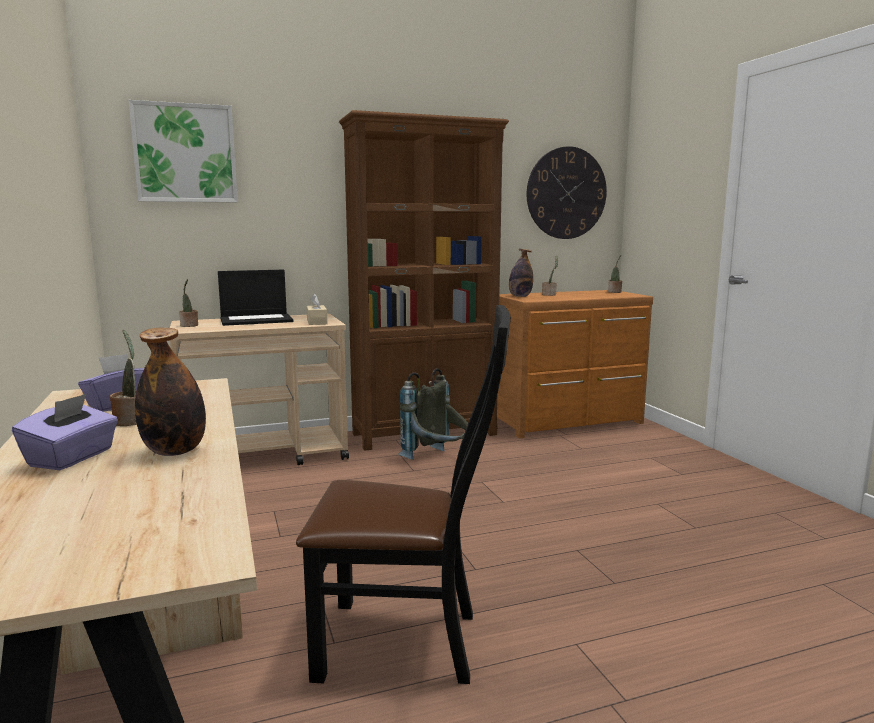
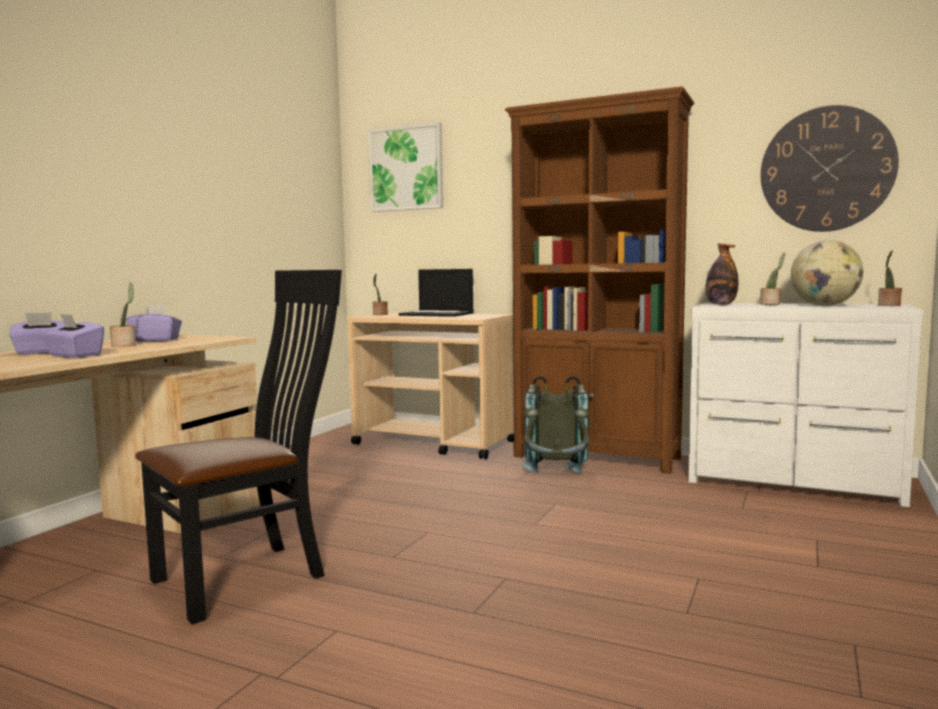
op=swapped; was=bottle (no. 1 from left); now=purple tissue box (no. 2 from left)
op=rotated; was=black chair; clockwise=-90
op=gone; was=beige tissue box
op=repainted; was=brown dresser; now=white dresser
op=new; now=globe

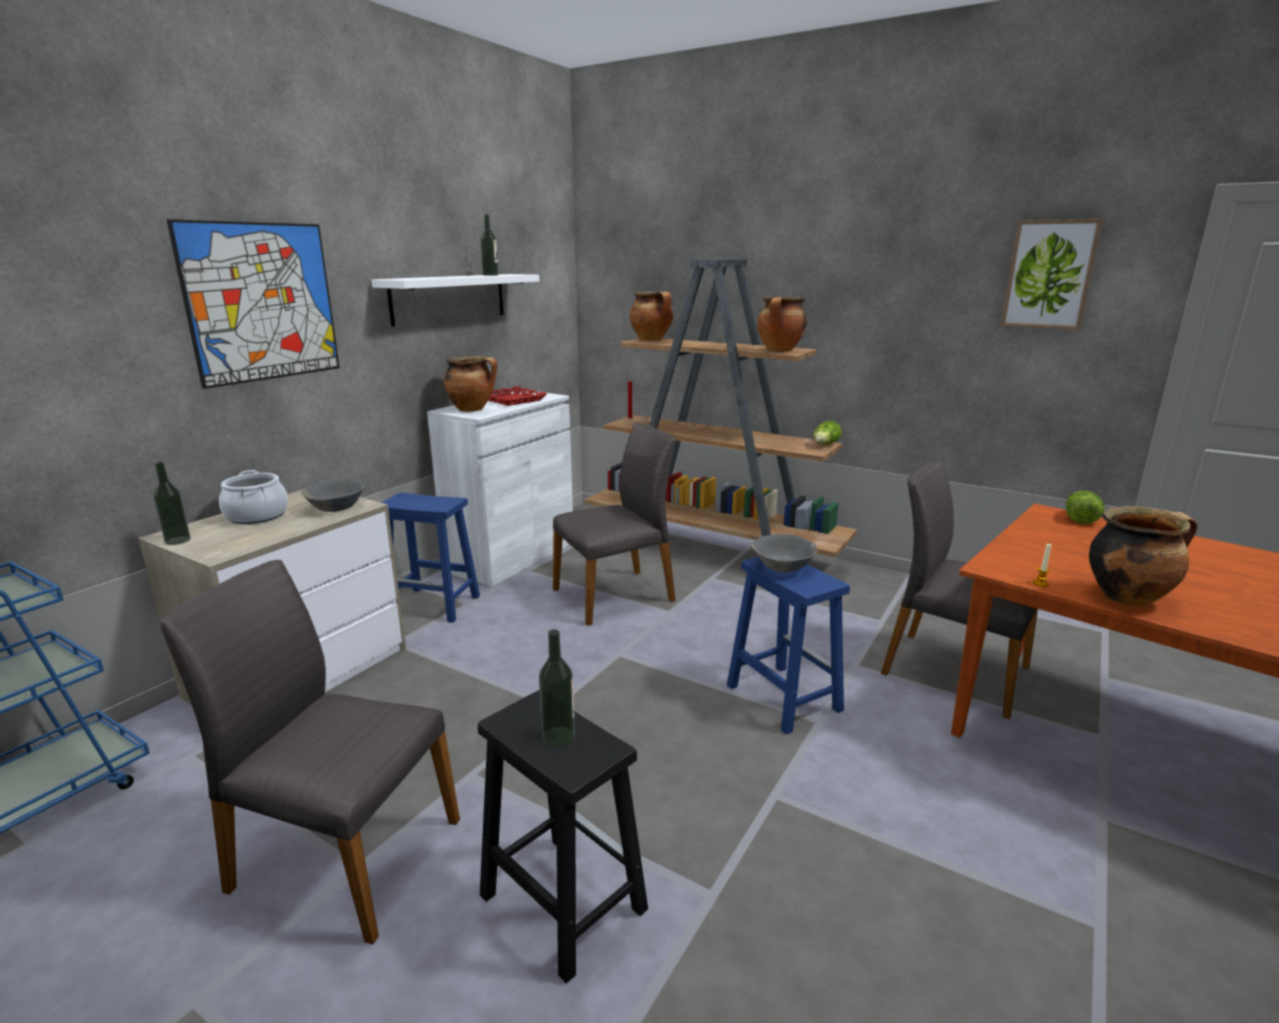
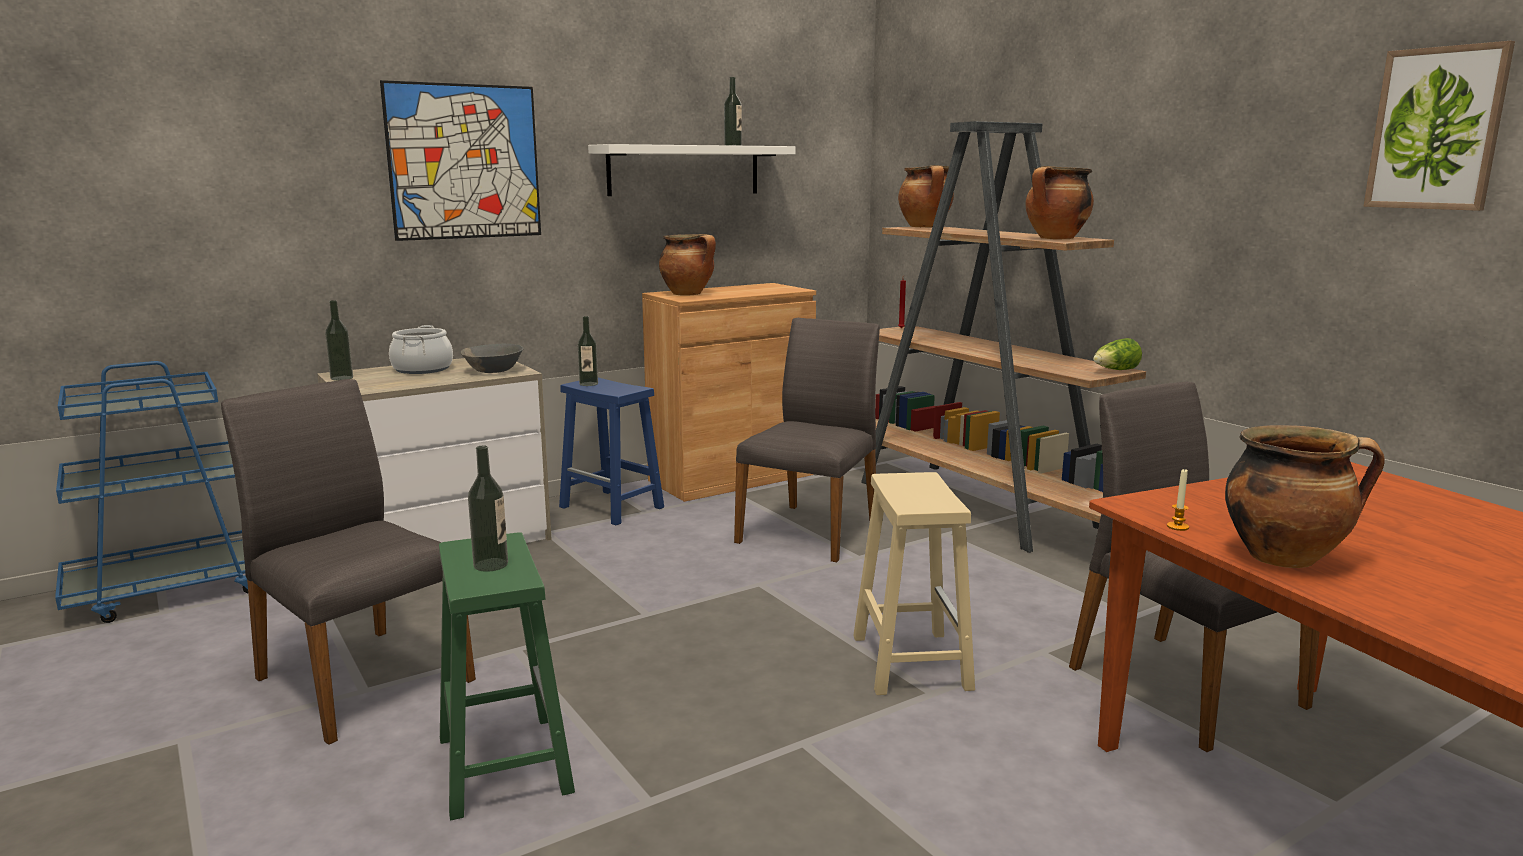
op=repainted; was=white cabinet; now=brown cabinet
op=repainted; was=black stool; now=green stool
op=gone; was=red tray
op=rotated; was=grey chair (no. 2 from left); clockwise=-60
op=repainted; was=blue stool (no. 2 from left); now=beige stool
op=gone; was=grey bowl (no. 2 from left)
op=gone; was=lettuce (no. 2 from left)
op=new; now=bottle (no. 3 from left)

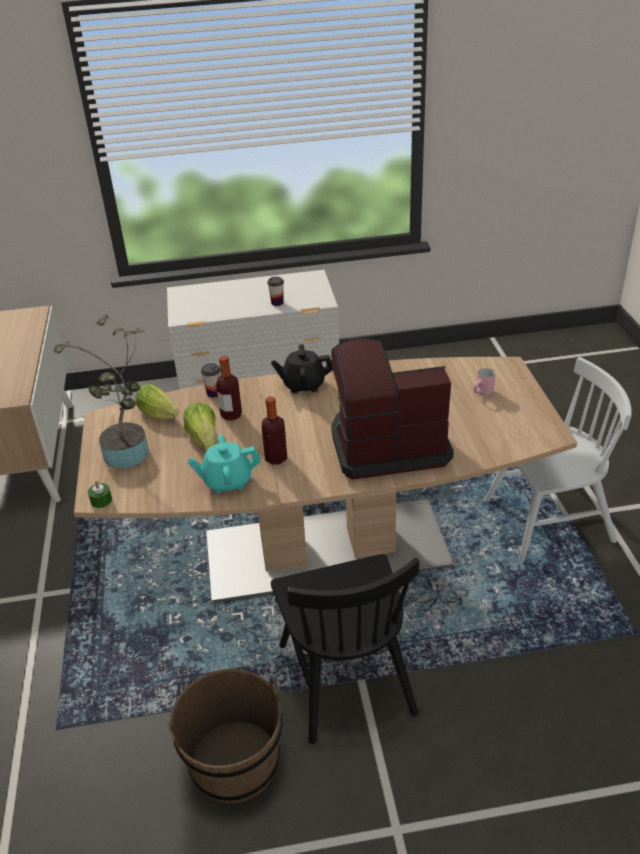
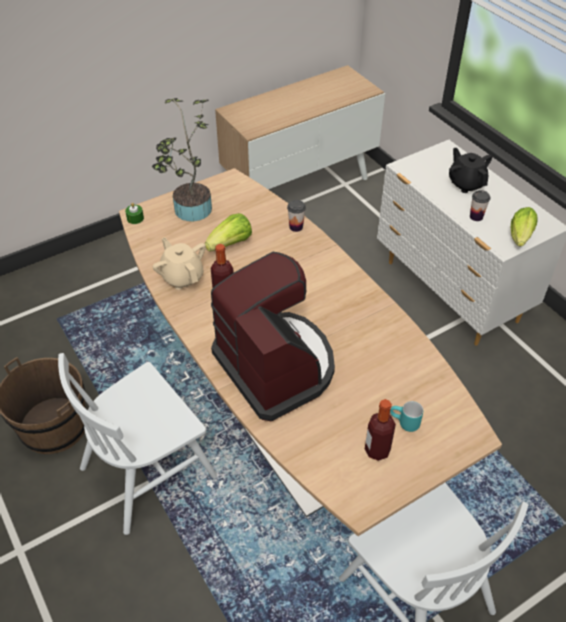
op=shifted; was=lettuce (no. 1 from left in the first image); now=lettuce (no. 2 from left)
op=repainted; was=turquoise teapot; now=beige teapot
op=shifted; was=bottle (no. 1 from left in the first image); now=bottle (no. 2 from left)
op=shifted; was=black teapot
op=repainted; was=black chair; now=white chair (no. 1 from left)
op=repainted; was=pink mug; now=turquoise mug

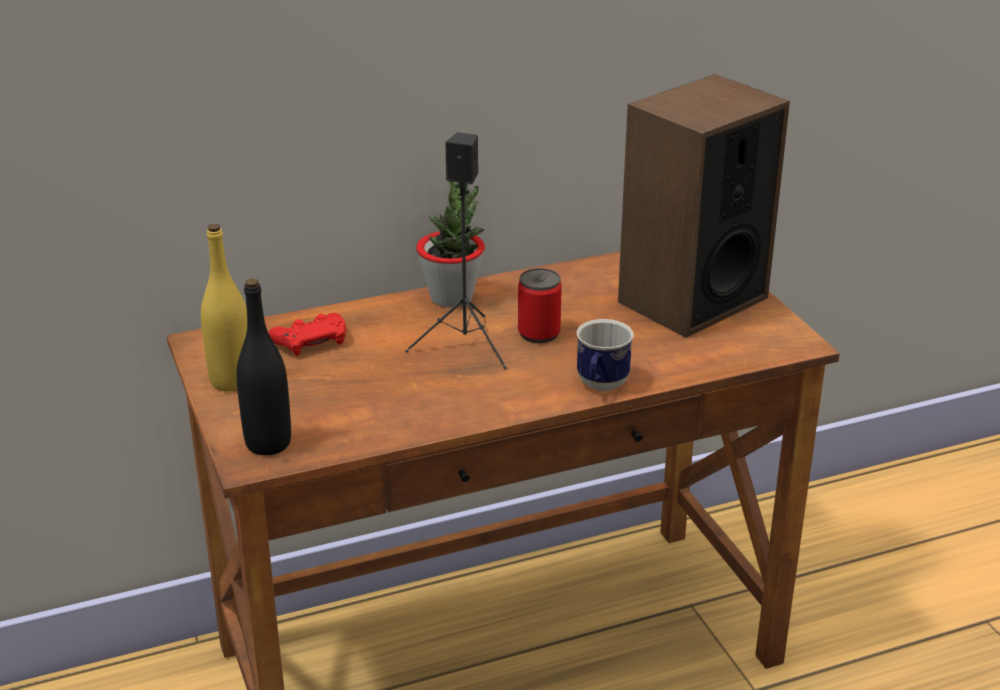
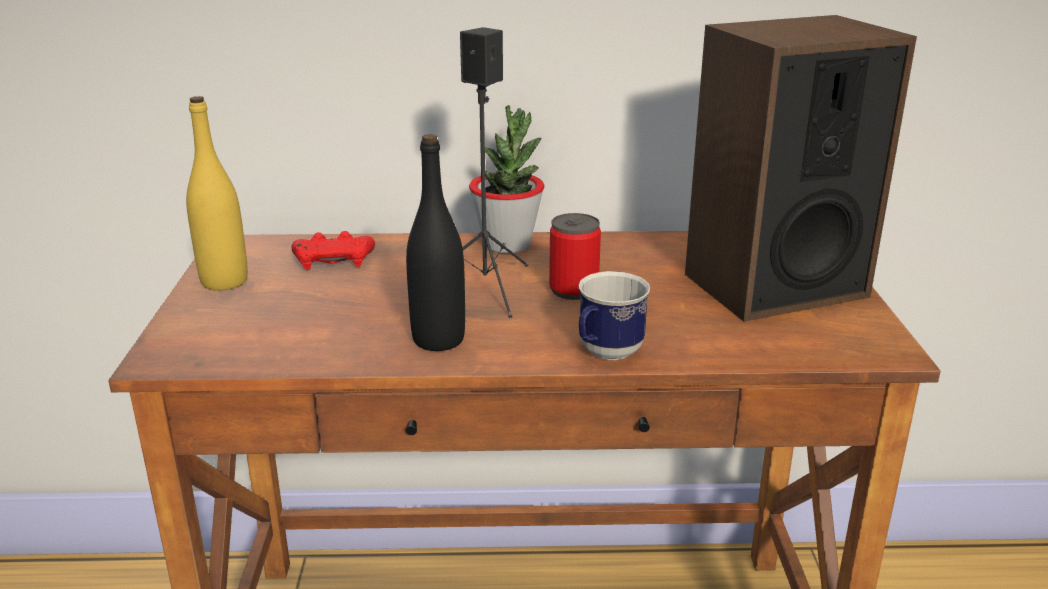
op=shifted; was=black bottle

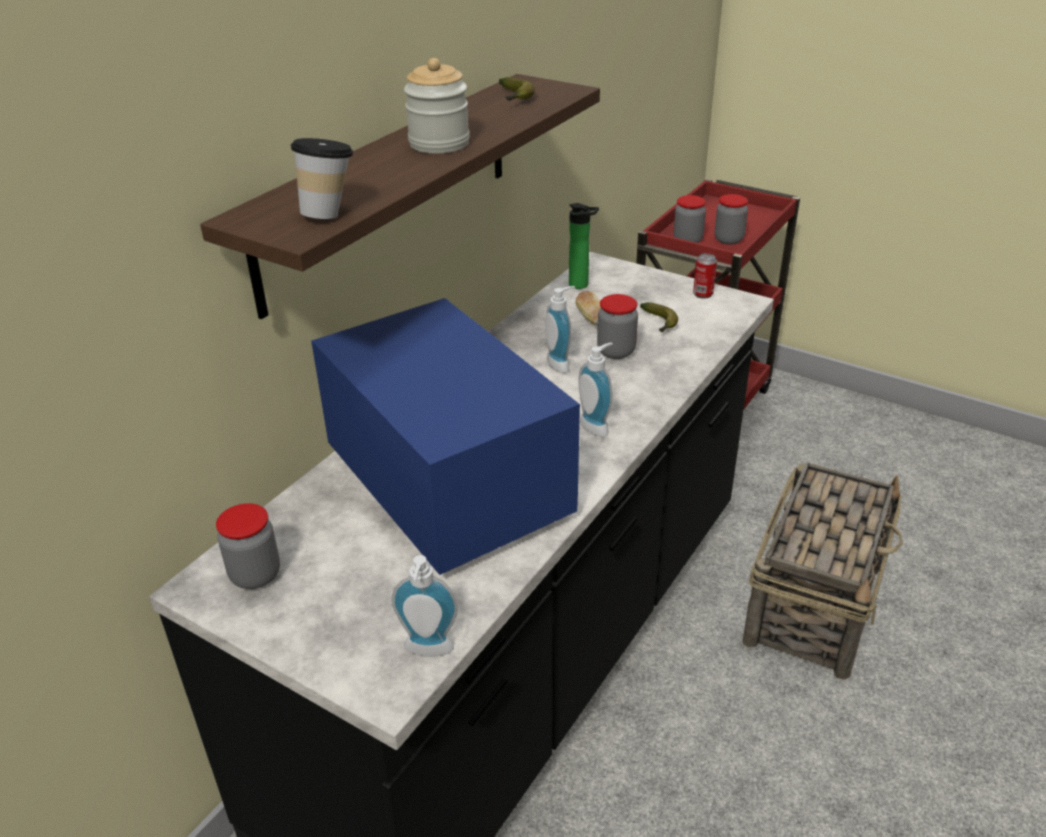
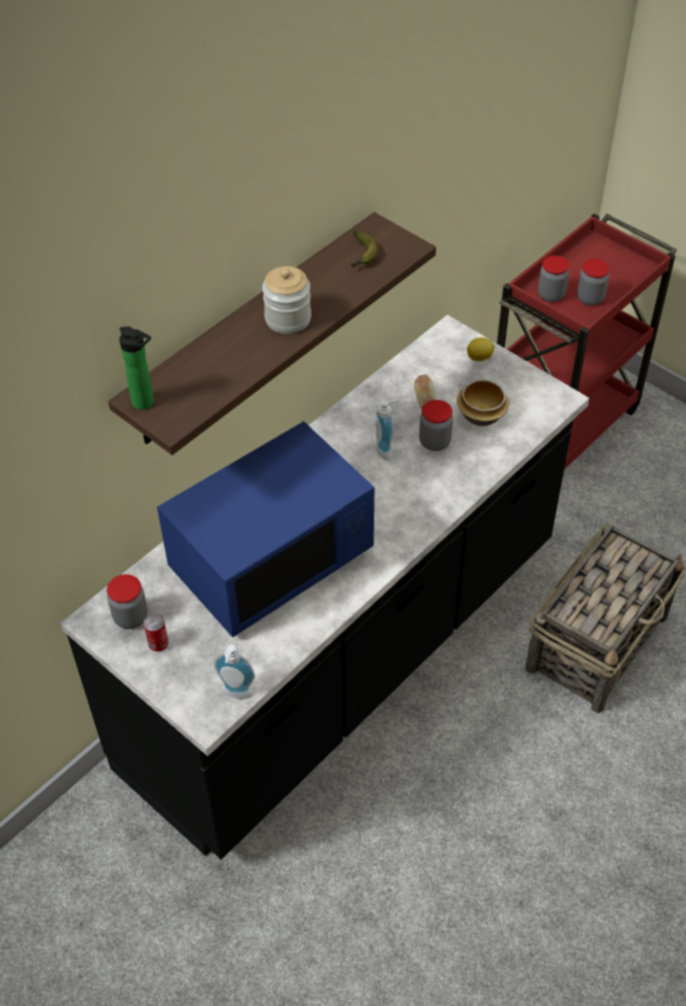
op=gone; was=cup
op=rotated; was=blue microwave; clockwise=75
op=shifted; was=bottle
op=gone; was=soap dispenser (no. 3 from left)
op=swapped; was=banana (no. 2 from left); now=bowl
op=shifted; was=can
op=new; now=lemon

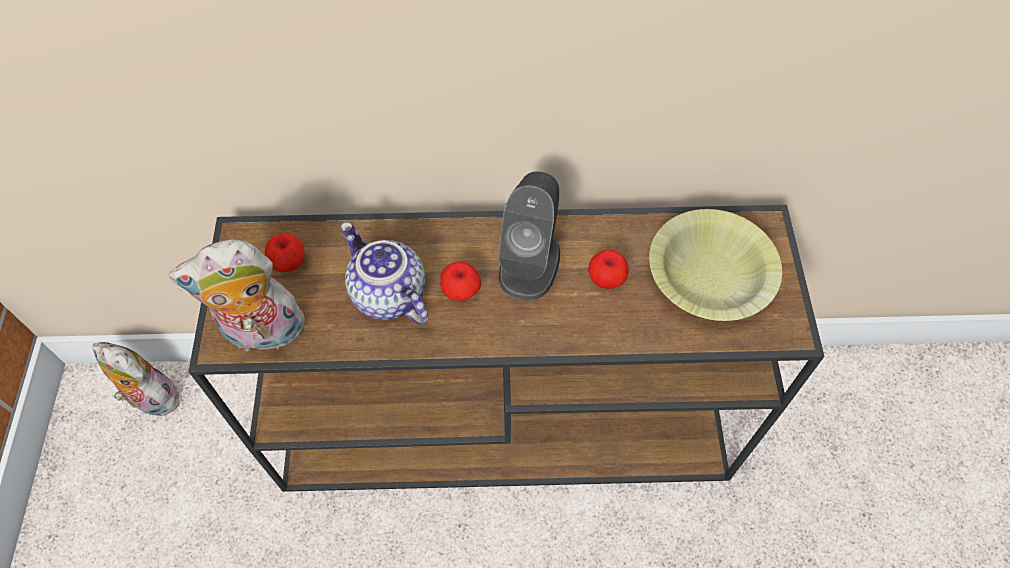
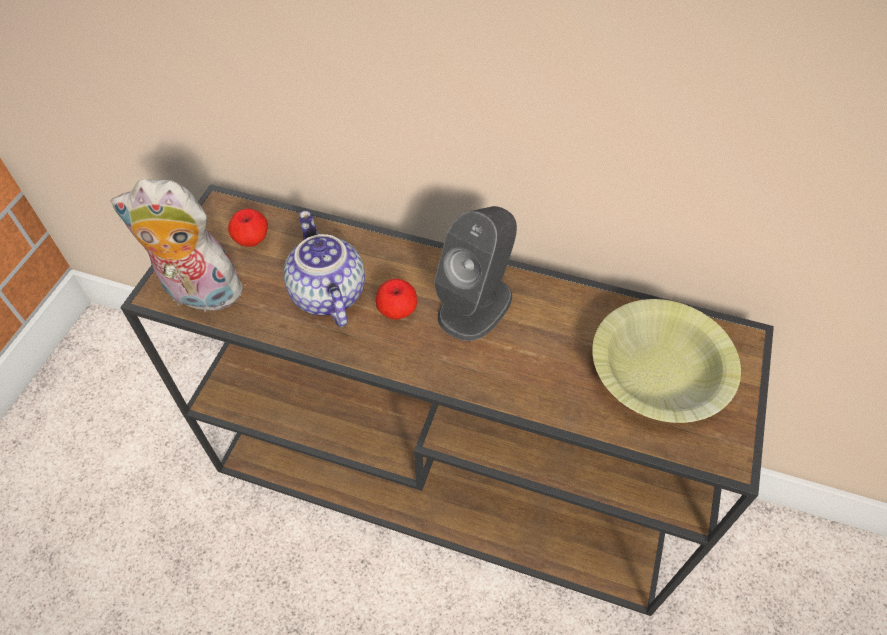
op=gone; was=plush toy (no. 1 from left)
op=gone; was=apple (no. 3 from left)

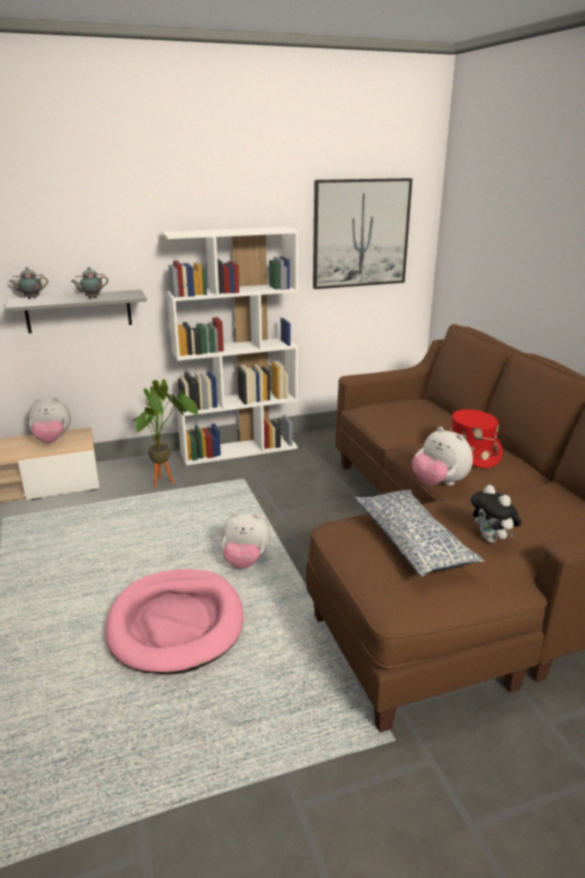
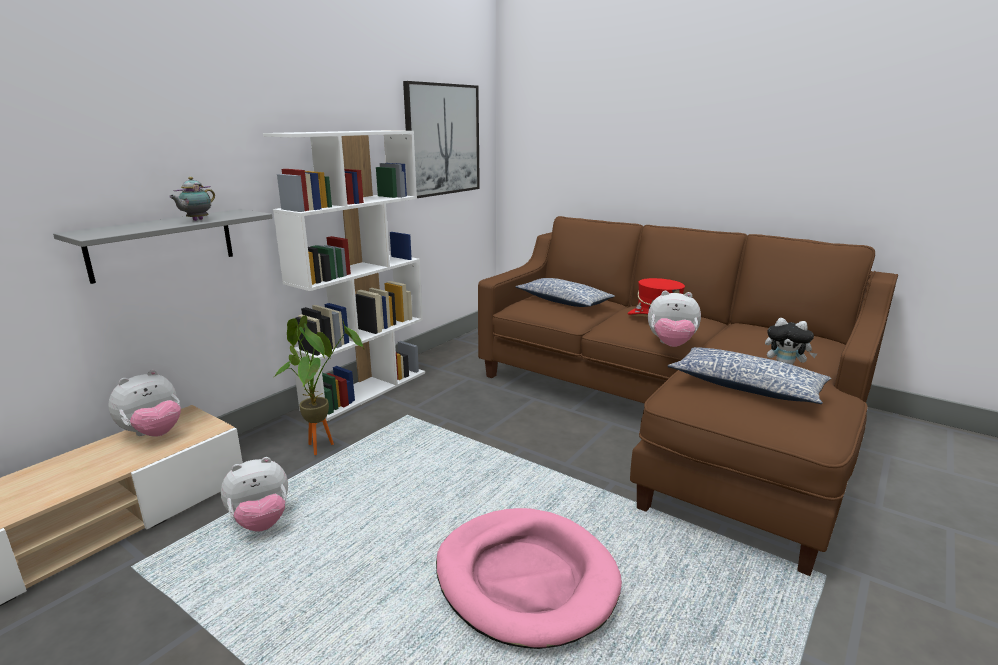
op=gone; was=teapot (no. 1 from left)
op=shifted; was=plush toy (no. 2 from left)
op=new; now=pillow (no. 1 from left)

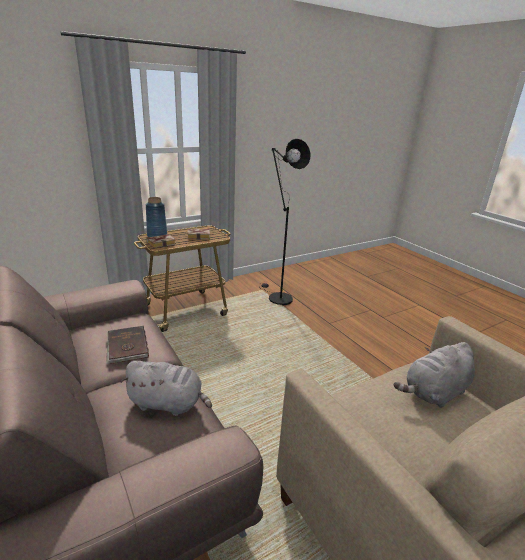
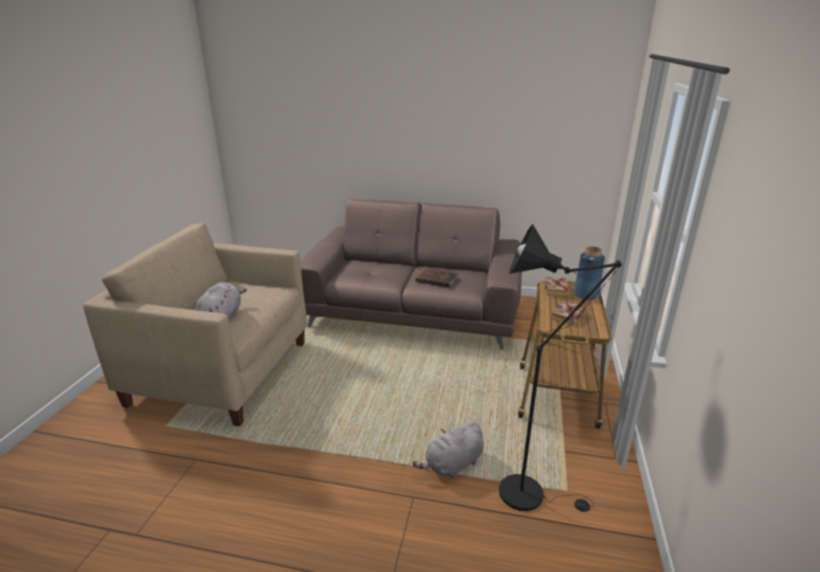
op=shifted; was=grey plush toy (no. 1 from left in the first image); now=grey plush toy (no. 2 from left)

